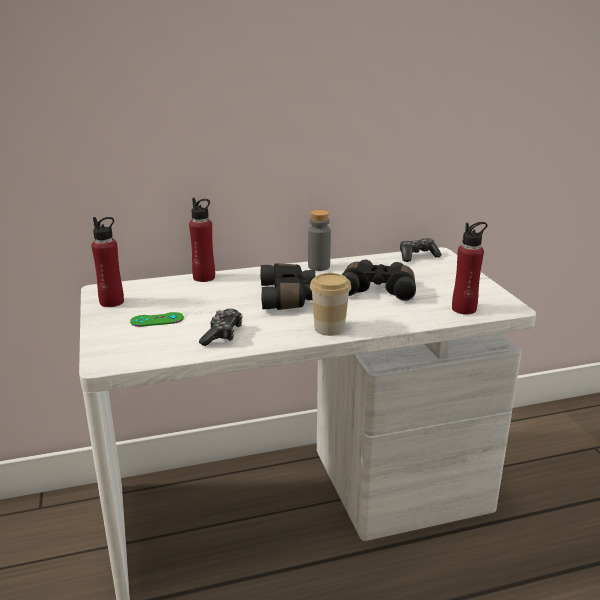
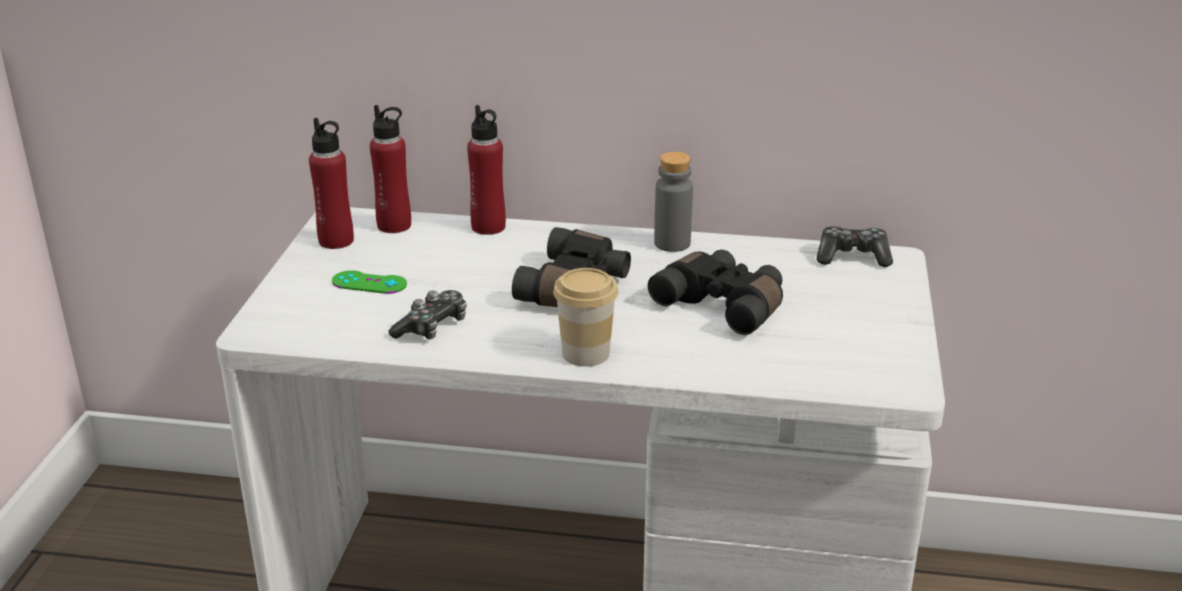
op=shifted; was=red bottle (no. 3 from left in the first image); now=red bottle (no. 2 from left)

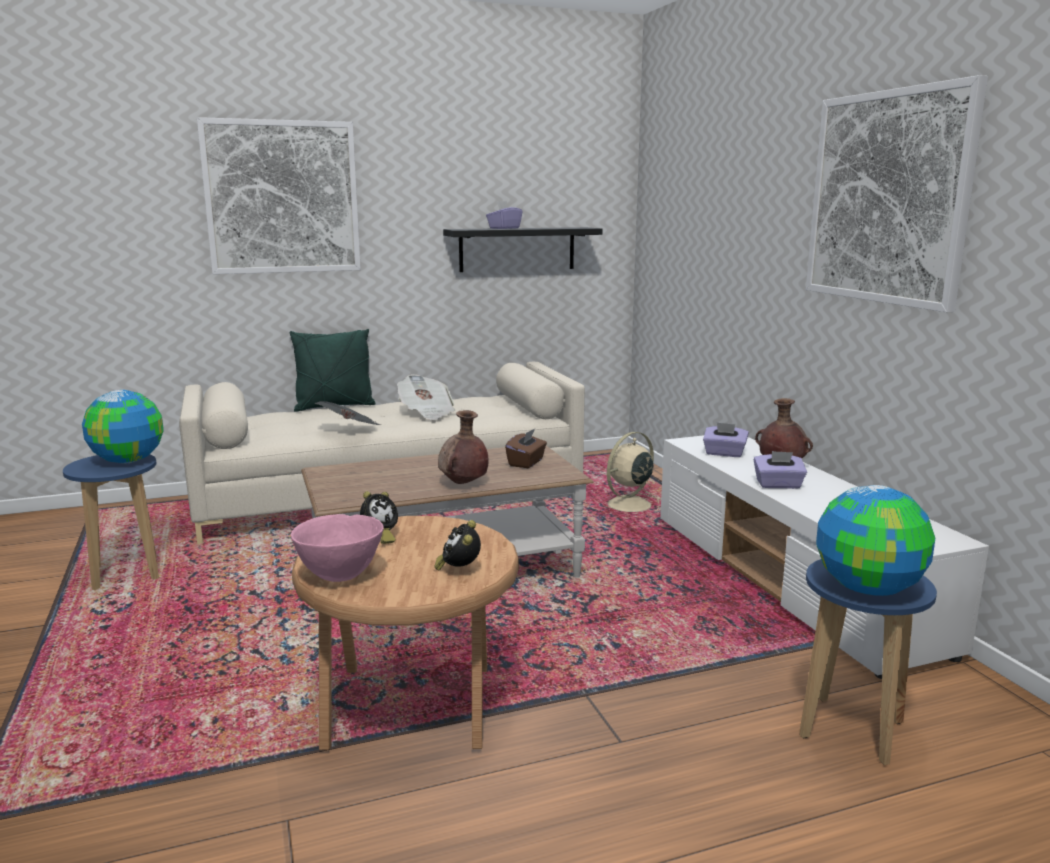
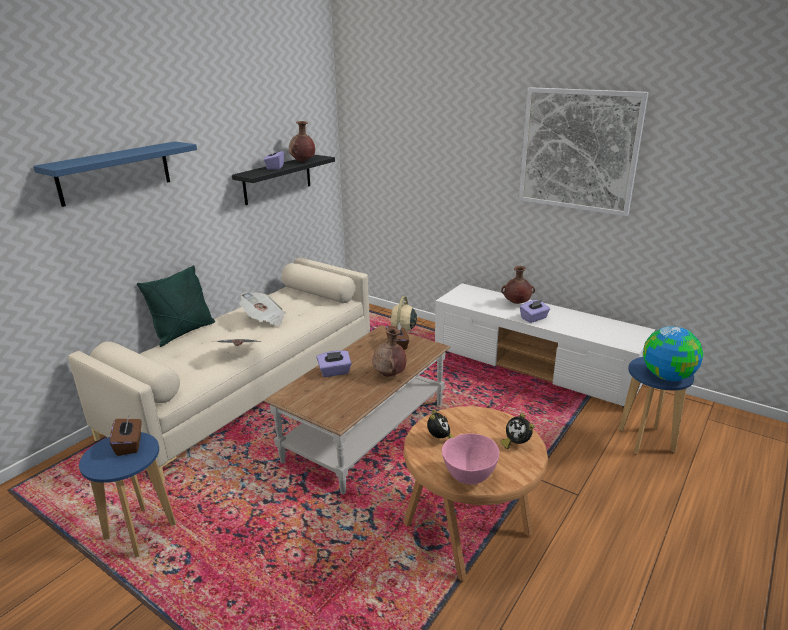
op=swapped; was=globe (no. 1 from left); now=brown tissue box (no. 1 from left)
op=swapped; was=picture (no. 1 from left); now=blue shelf
op=shifted; was=purple tissue box (no. 2 from left)
op=new; now=brown vase (no. 1 from left)

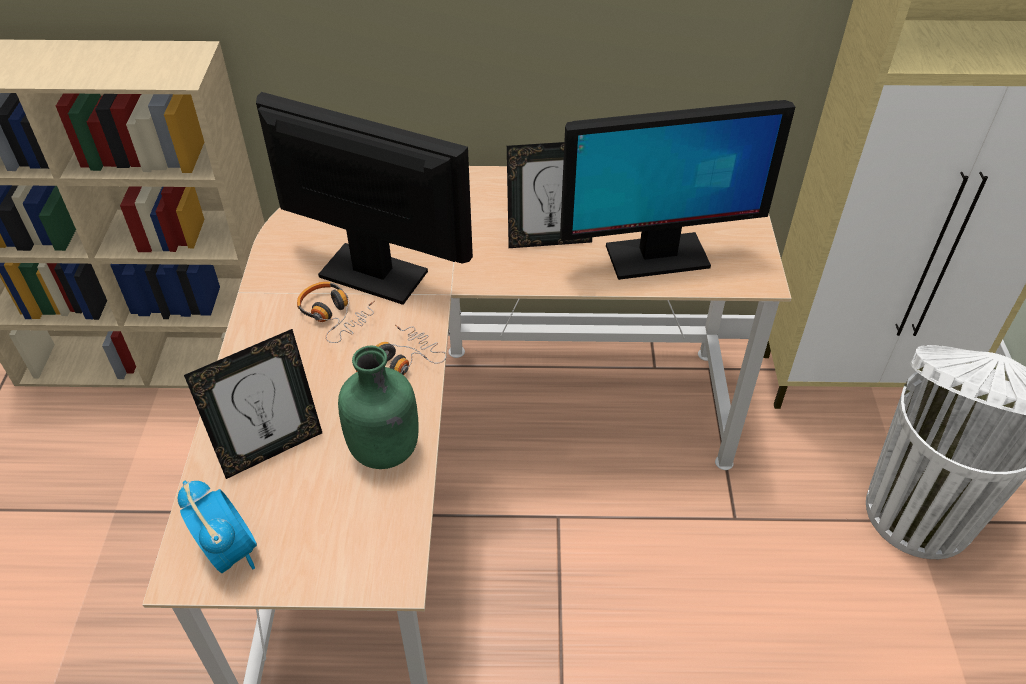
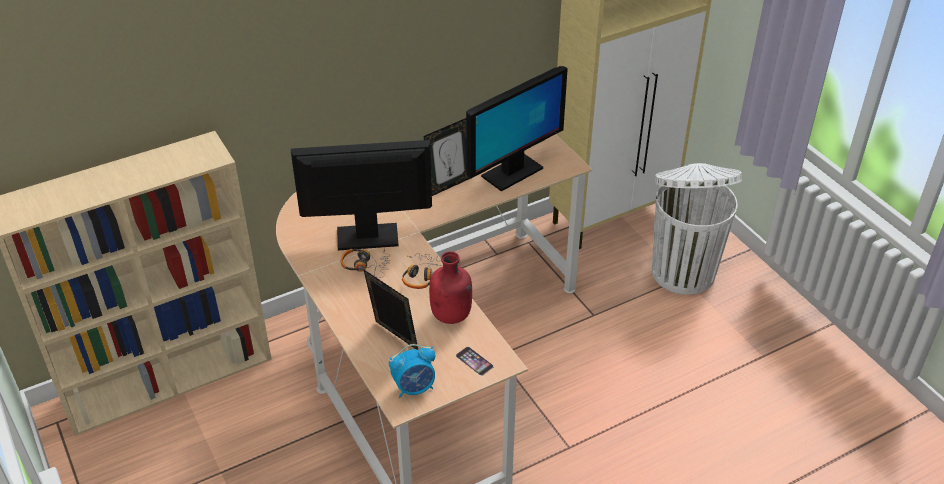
op=rotated; was=alarm clock; clockwise=135
op=rotated; was=picture frame (no. 1 from left); clockwise=-75
op=repainted; was=green bottle; now=red bottle
op=new; now=phone

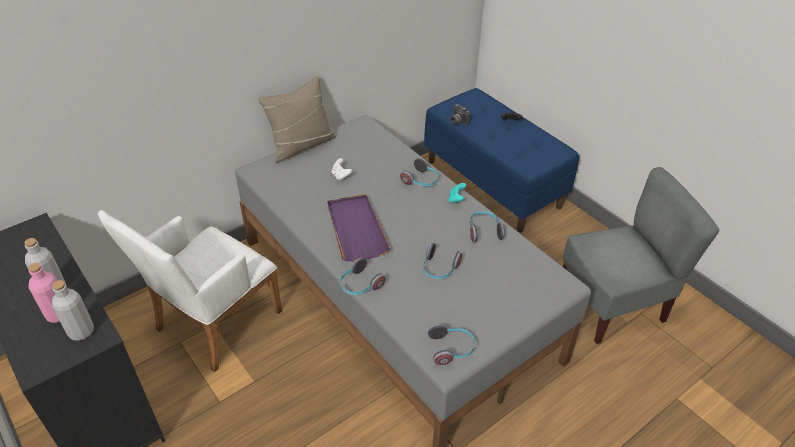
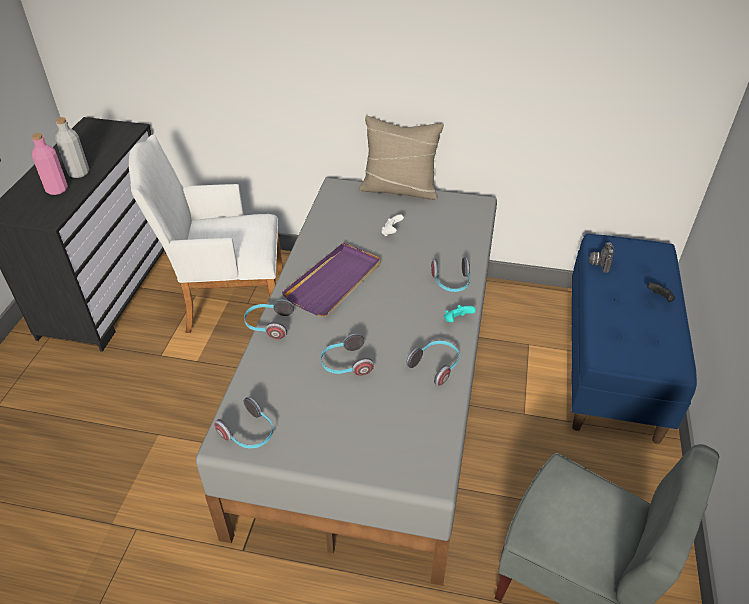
op=gone; was=grey bottle (no. 2 from left)

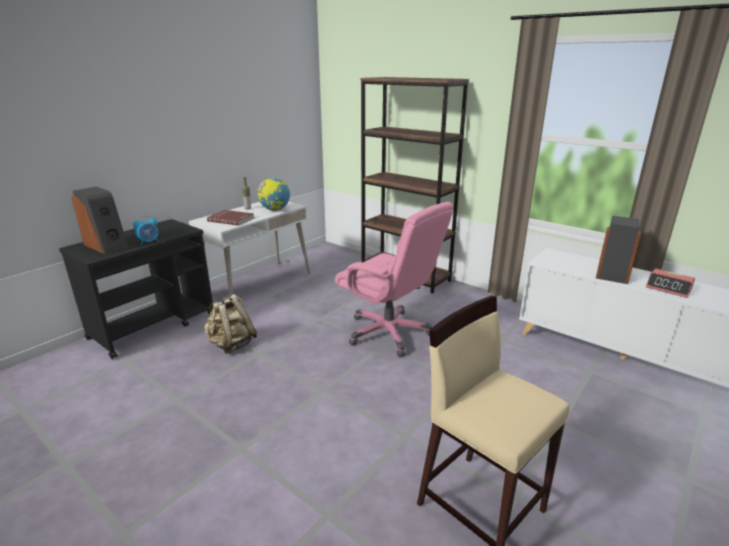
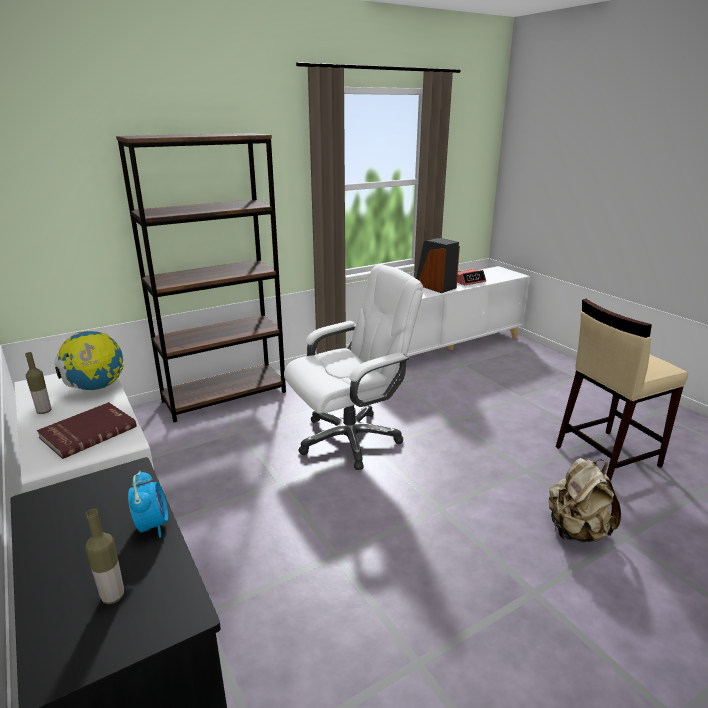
op=swapped; was=speaker (no. 1 from left); now=bottle (no. 2 from left)
op=shifted; was=beige backpack
op=repainted; was=pink office chair; now=white office chair

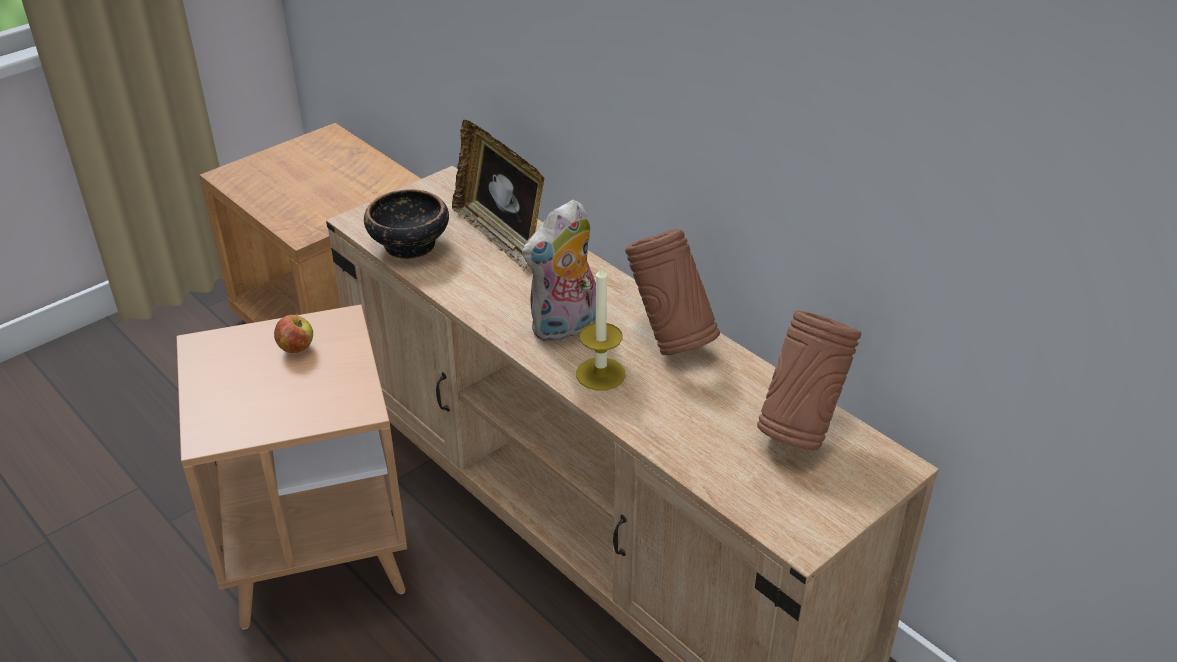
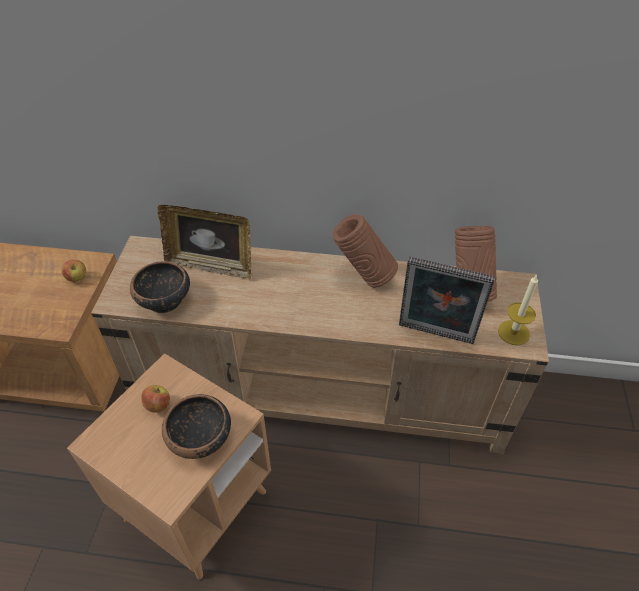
op=gone; was=plush toy
op=shifted; was=candle
op=new; now=apple (no. 1 from left)
op=new; now=bowl (no. 2 from left)
op=new; now=picture frame (no. 2 from left)

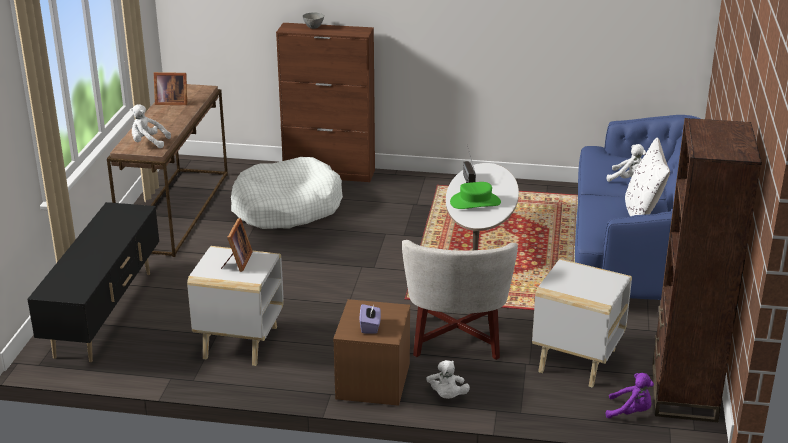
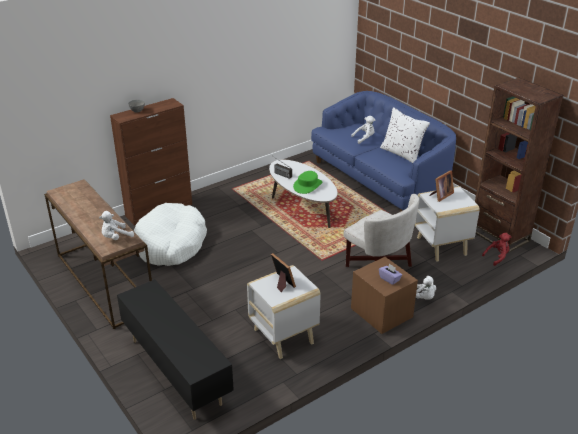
op=shifted; was=picture frame (no. 1 from left in the first image); now=picture frame (no. 2 from left)
op=repainted; was=purple plush toy; now=red plush toy

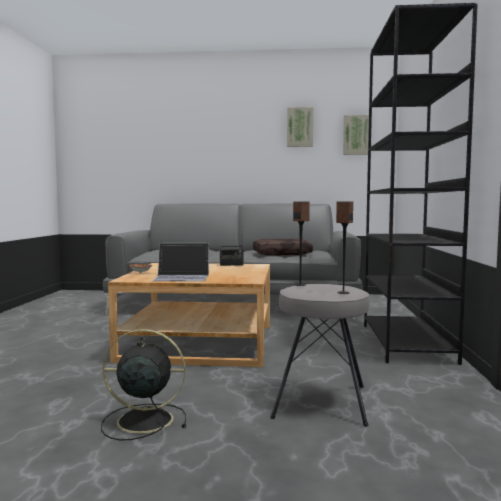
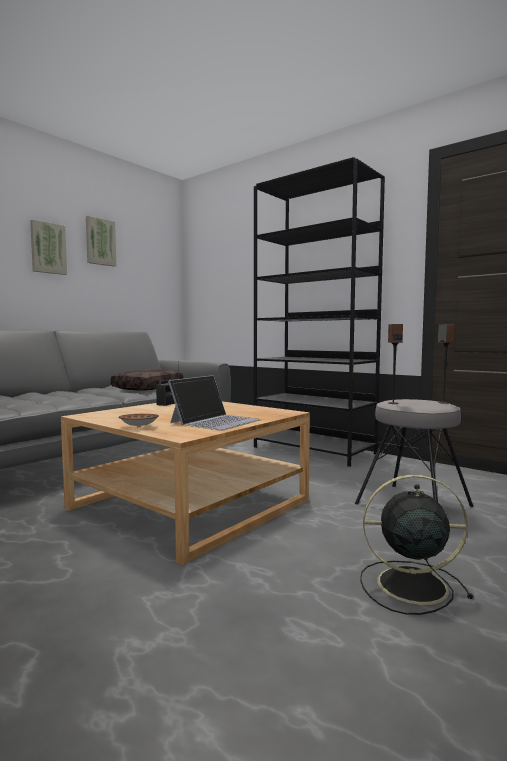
op=rotated; was=black fan; clockwise=60
op=shifted; was=picture (no. 2 from left in the first image); now=picture (no. 1 from left)

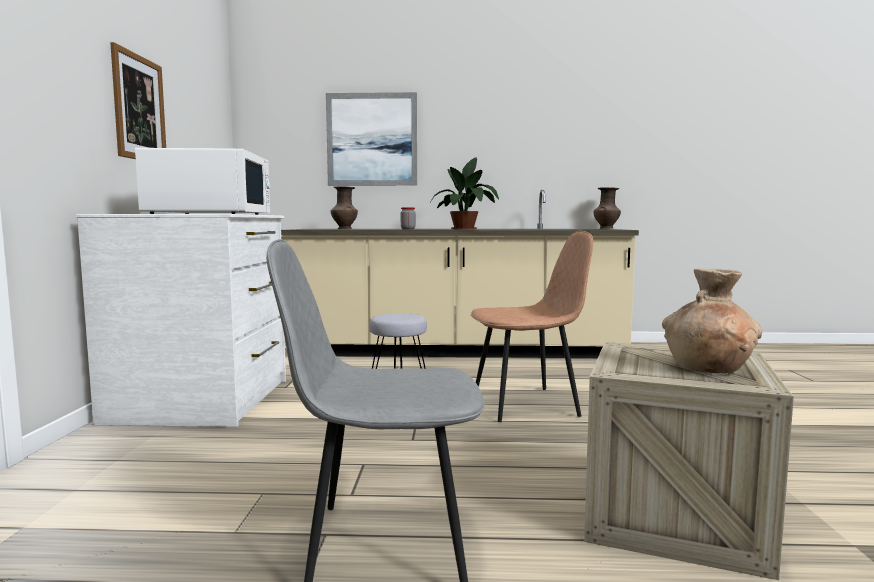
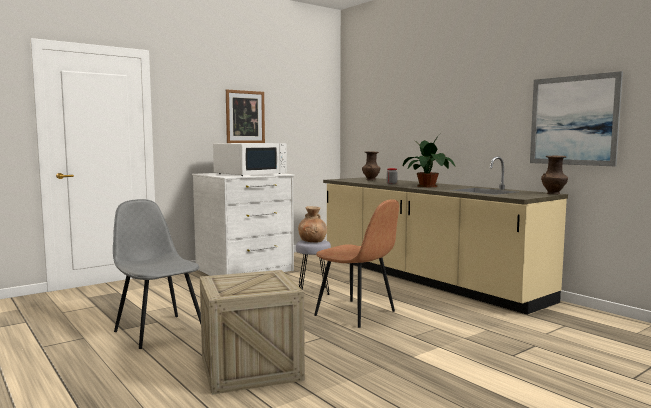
op=shifted; was=picture (no. 2 from left)
op=shifted; was=brown vase (no. 3 from left in the first image); now=brown vase (no. 1 from left)

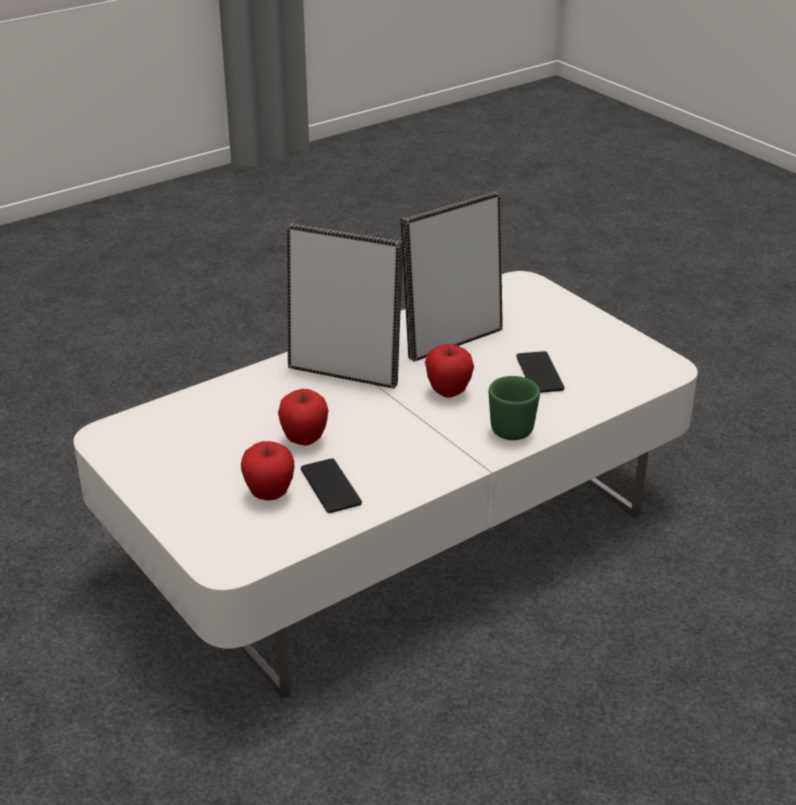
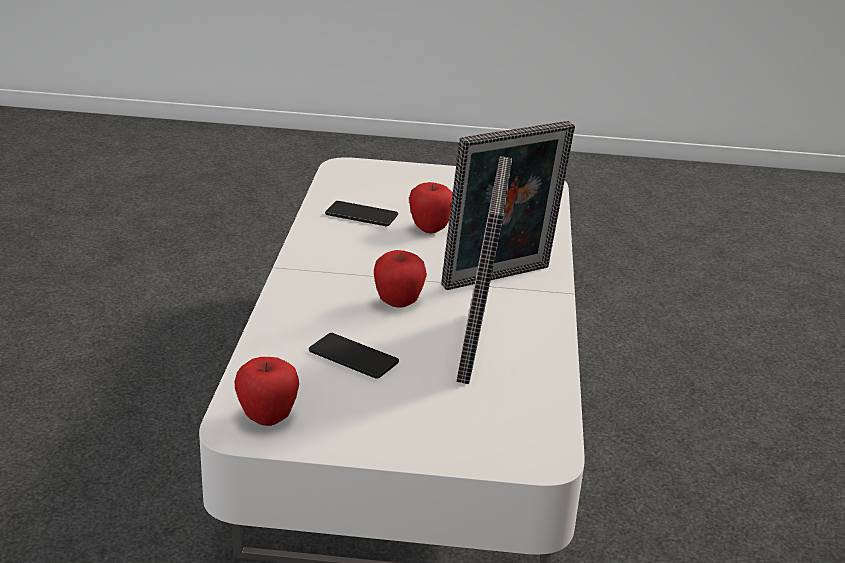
op=shifted; was=apple (no. 1 from left)
op=gone; was=green mug

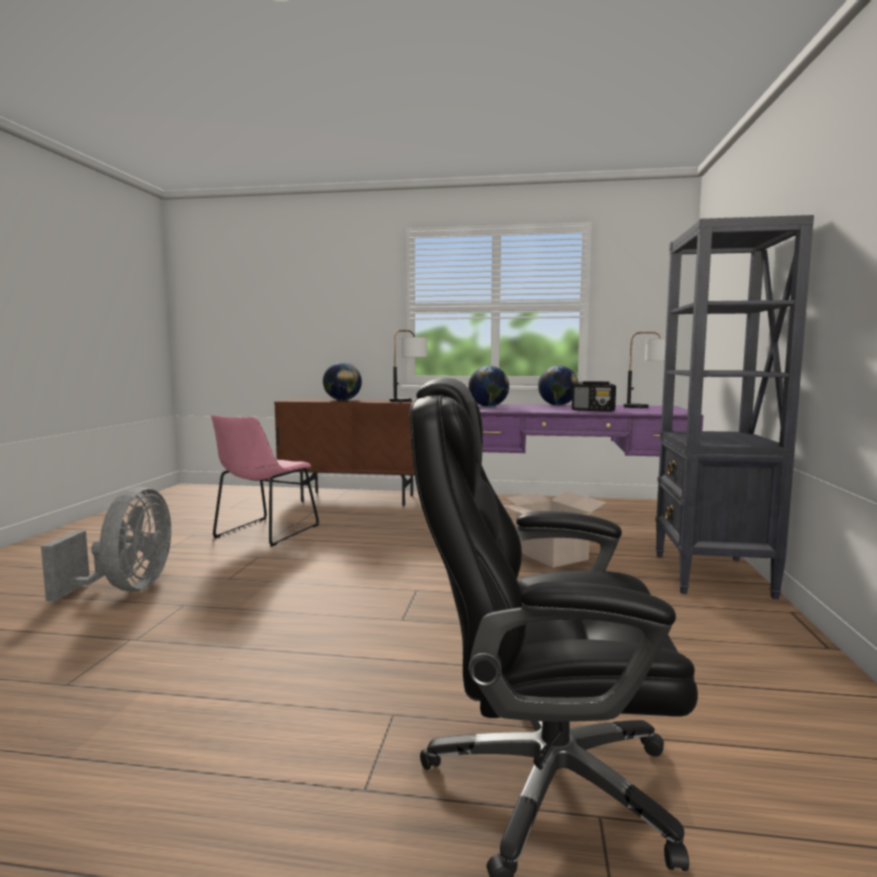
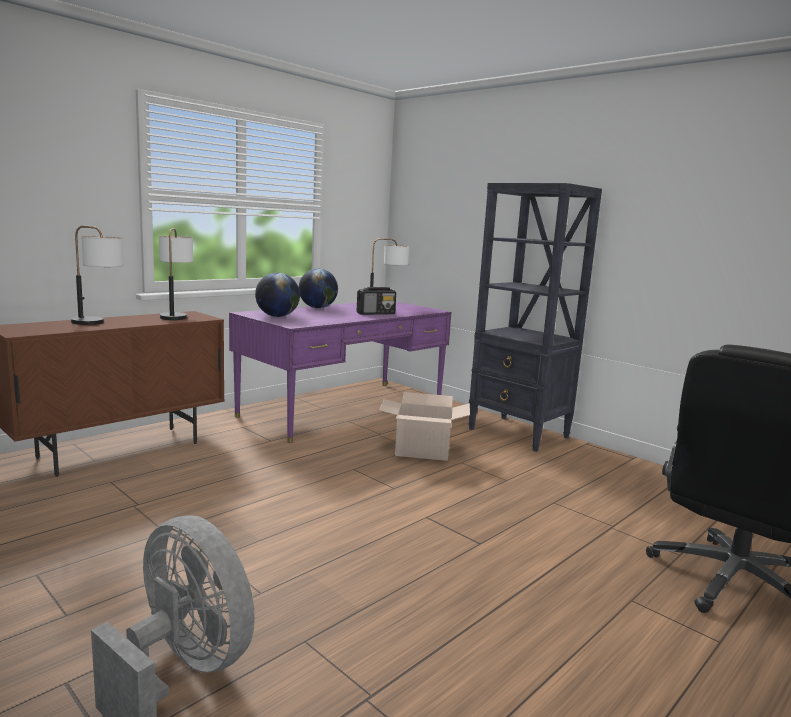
op=gone; was=pink chair
op=swapped; was=globe (no. 1 from left); now=table lamp (no. 1 from left)

